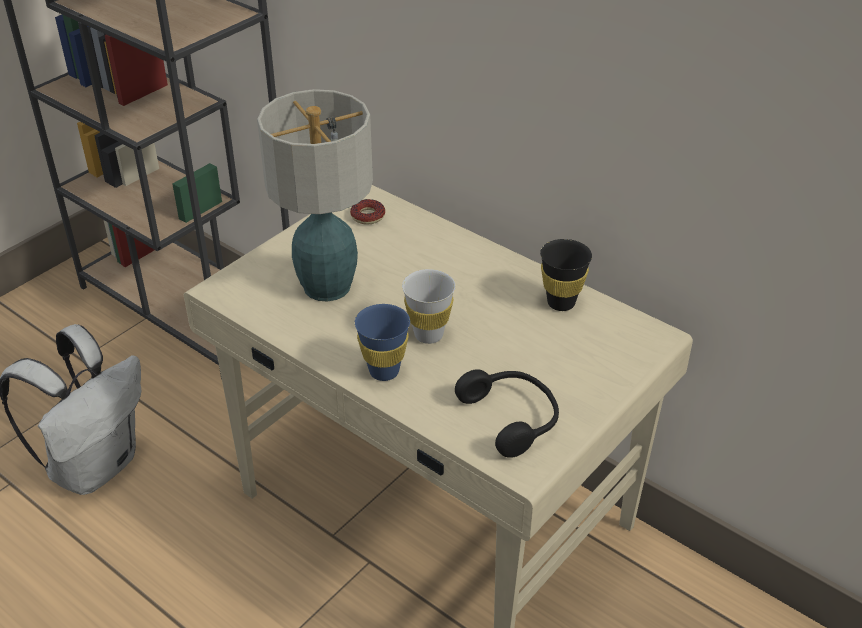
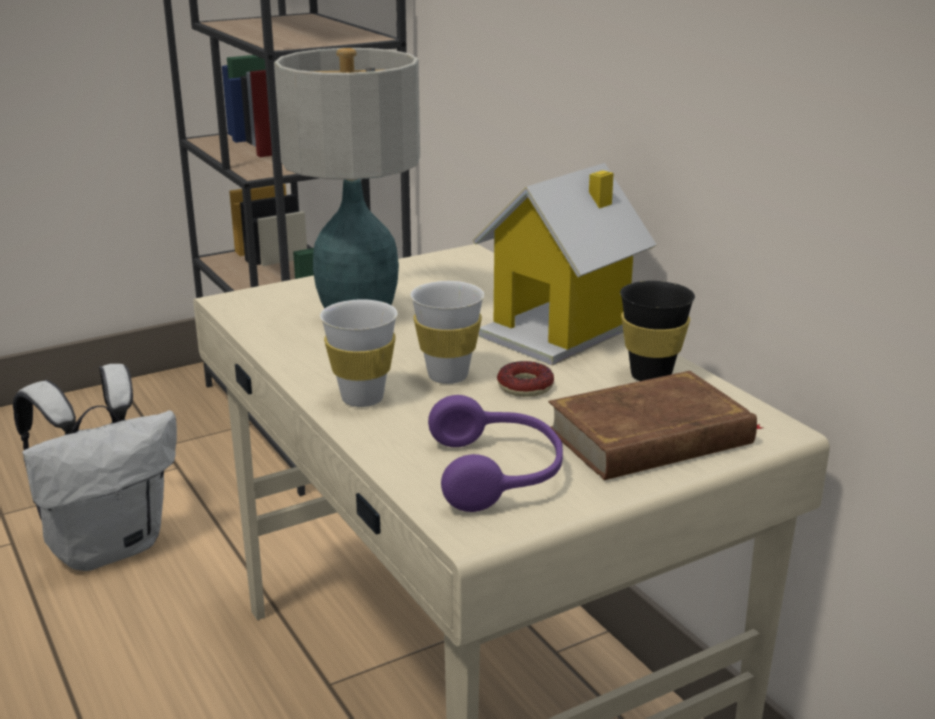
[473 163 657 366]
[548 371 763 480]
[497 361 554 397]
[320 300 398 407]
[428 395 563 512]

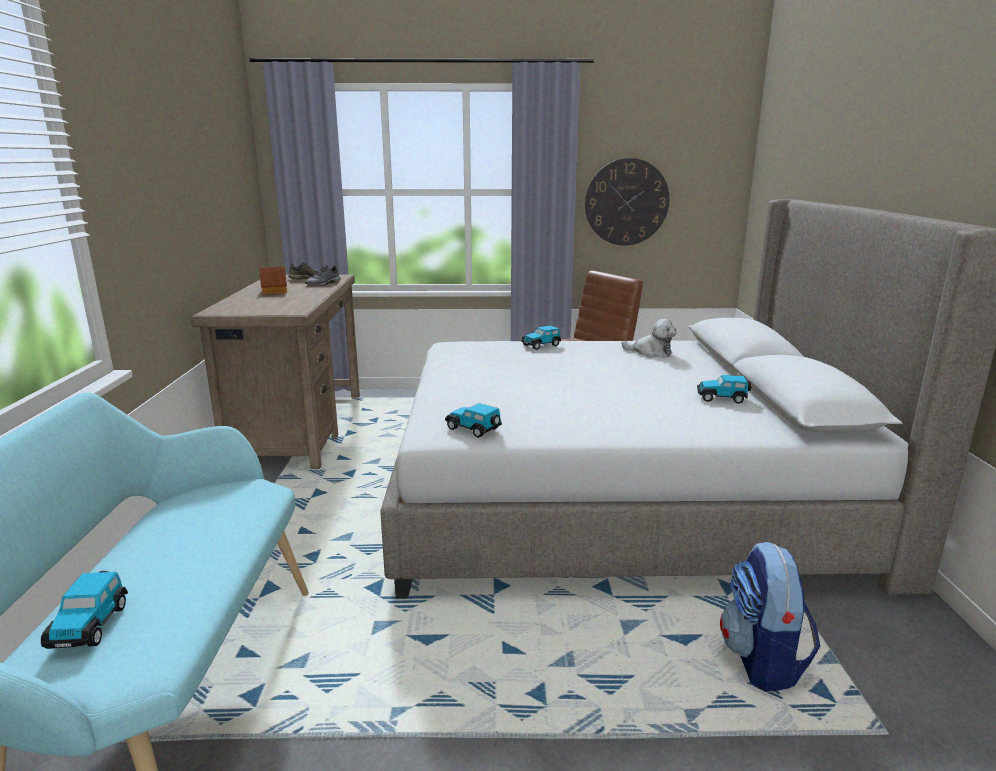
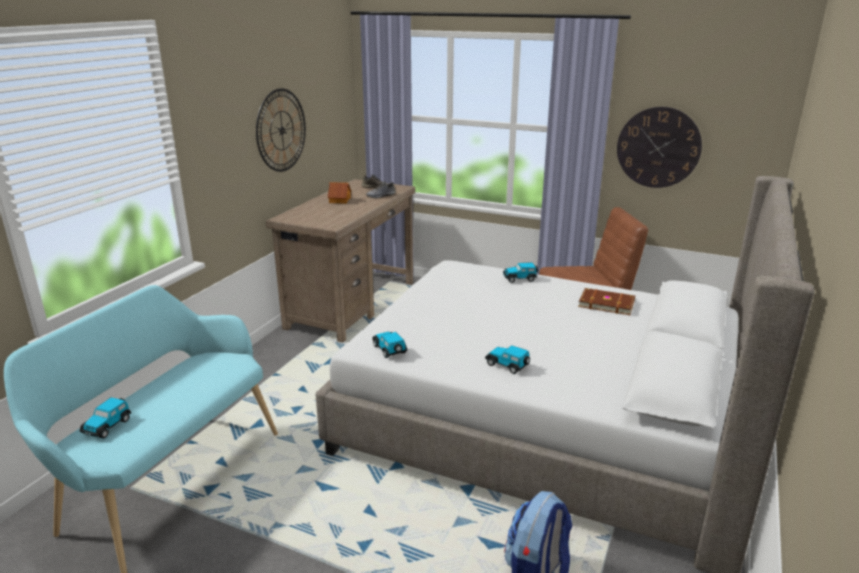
[256 88 306 172]
[485 345 530 374]
[578 288 635 315]

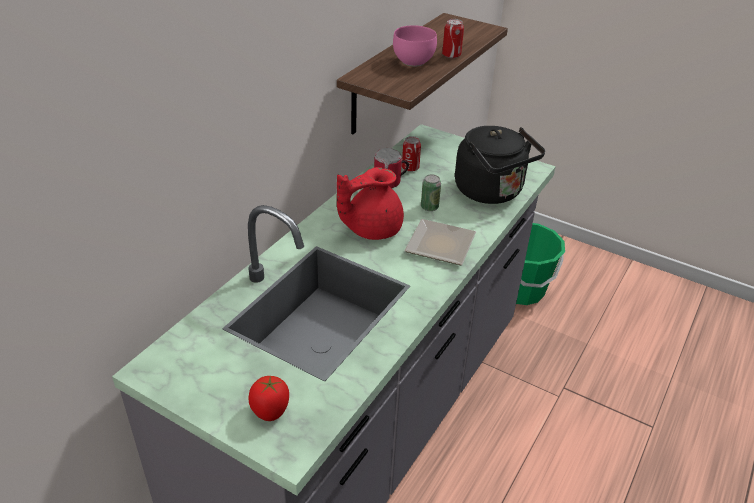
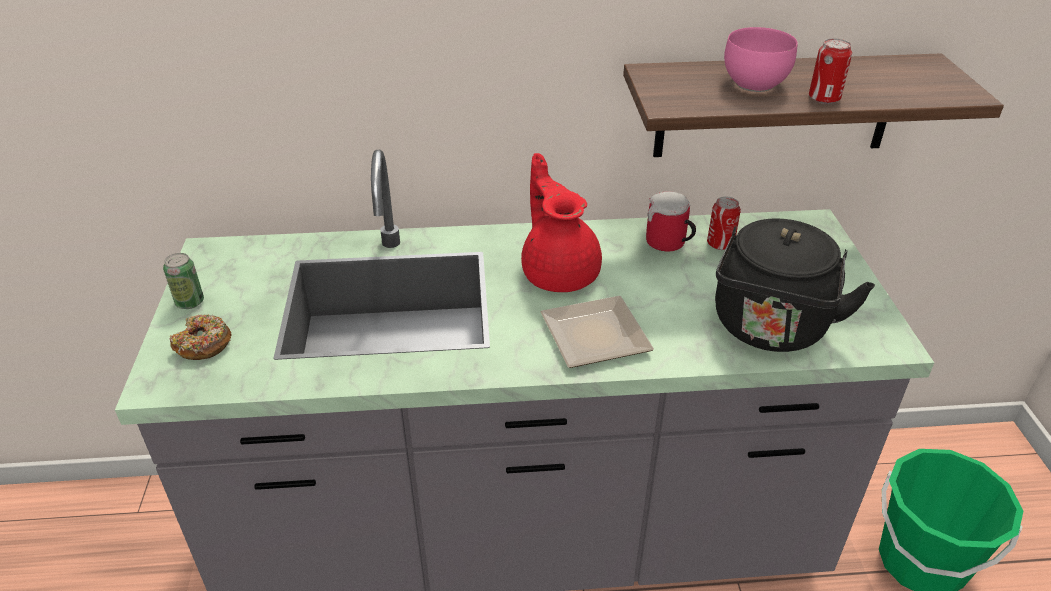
[163 253 204 309]
[169 314 232 360]
[521 153 602 292]

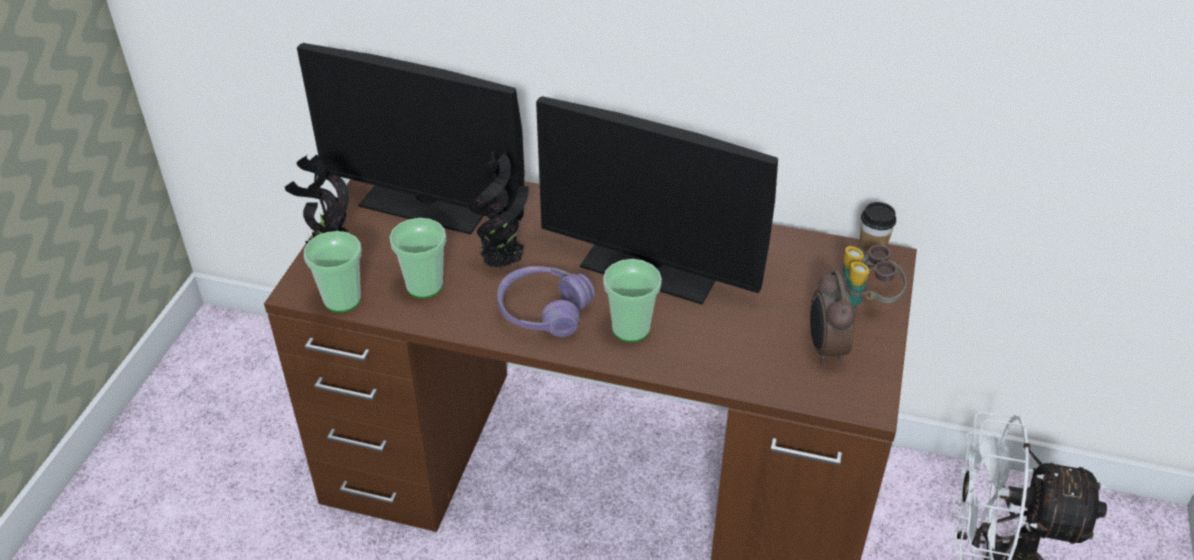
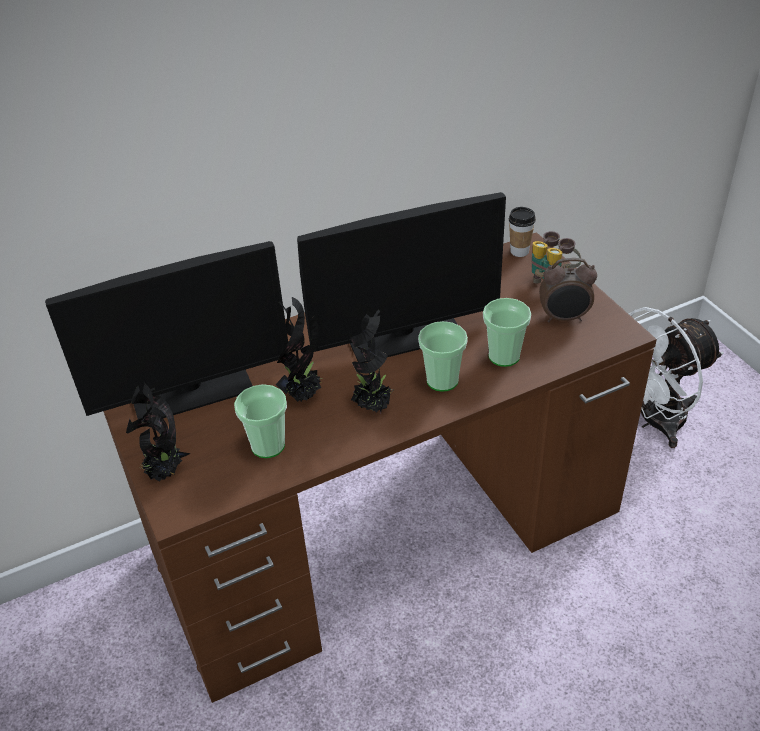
[483 298 531 367]
[350 310 394 413]
[539 258 597 322]

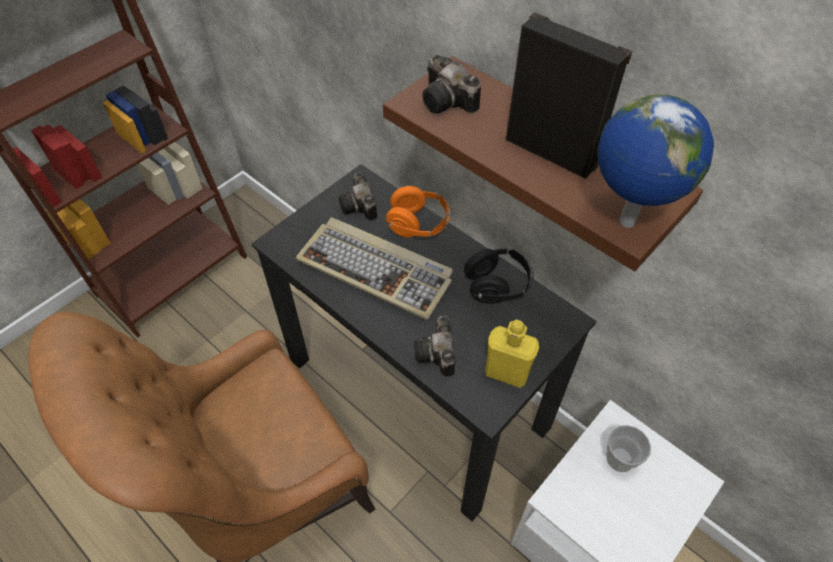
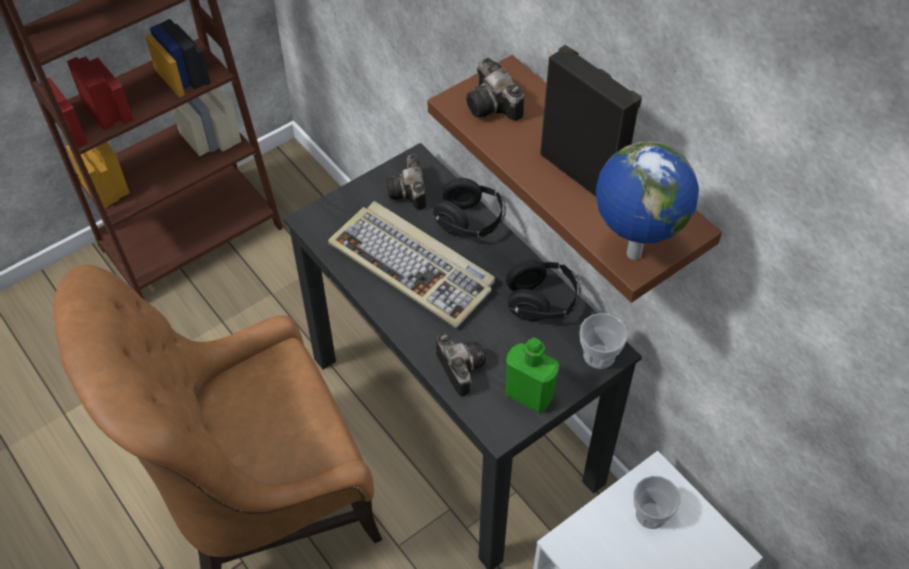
[580 313 628 369]
[433 178 506 238]
[506 337 559 413]
[436 334 486 397]

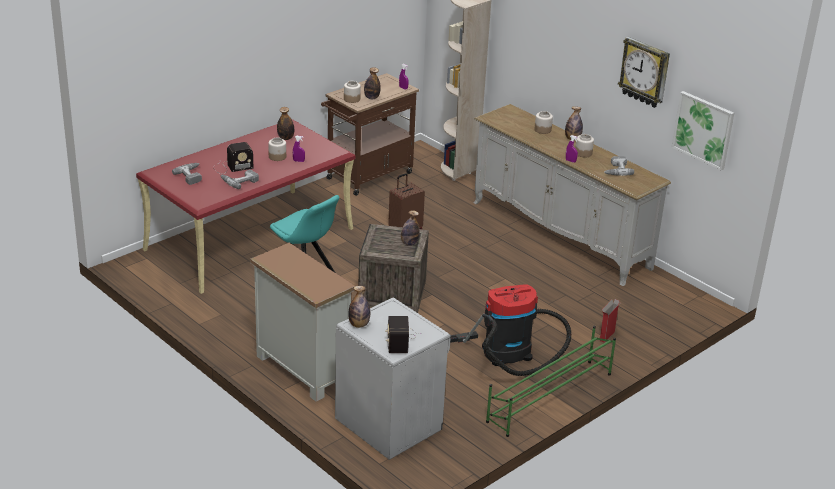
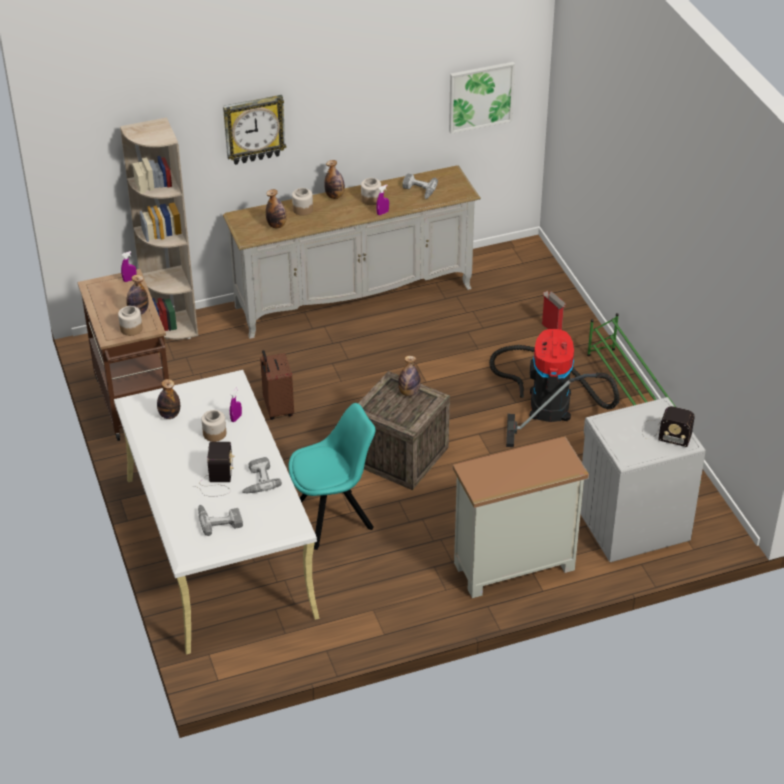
[266 189 286 228]
[223 95 286 165]
[114 370 319 654]

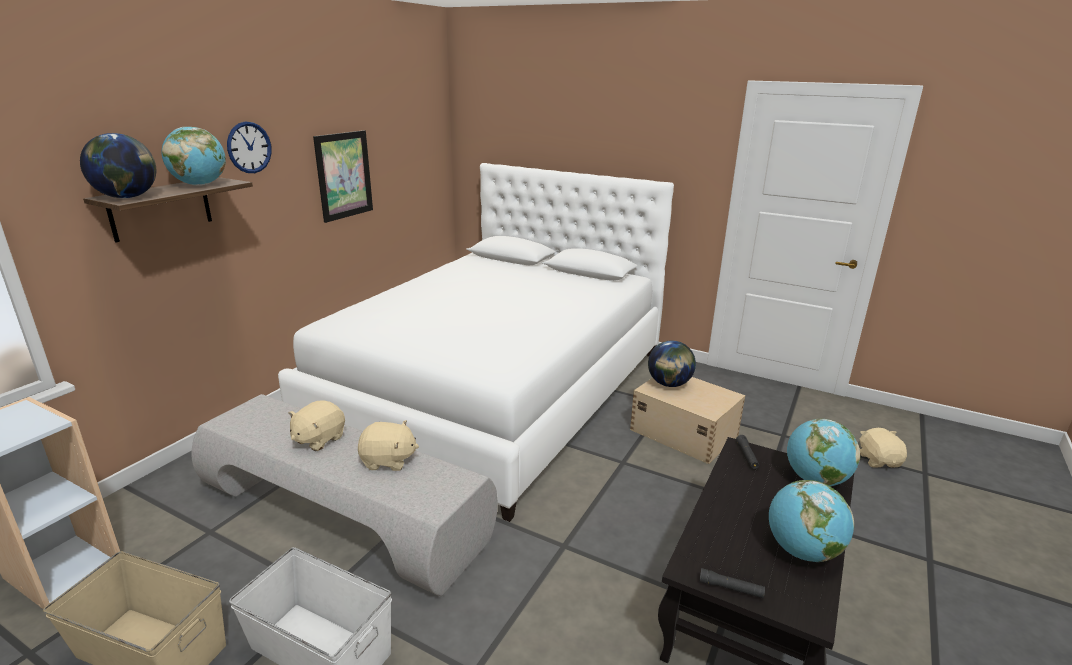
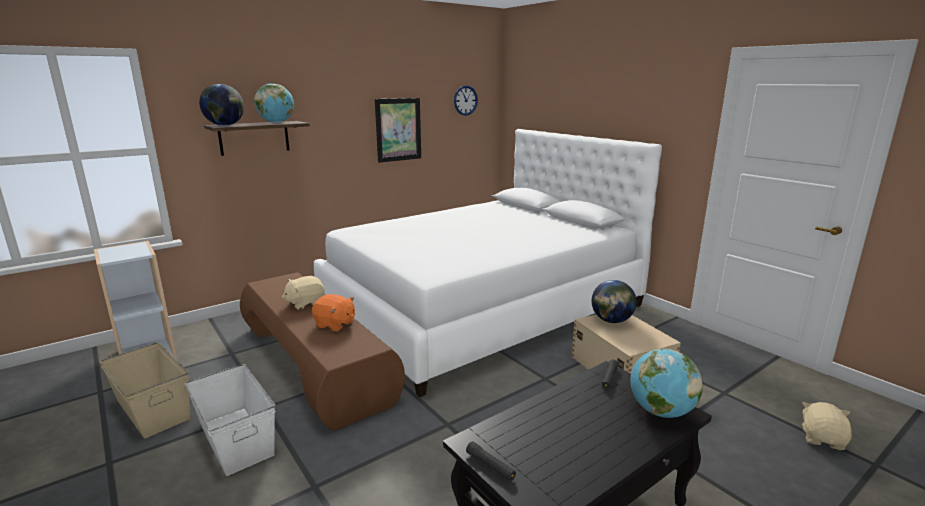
[769 480 854 562] (first image)
[454 85 478 116]
[240 272 405 431]
[312 294 355 332]

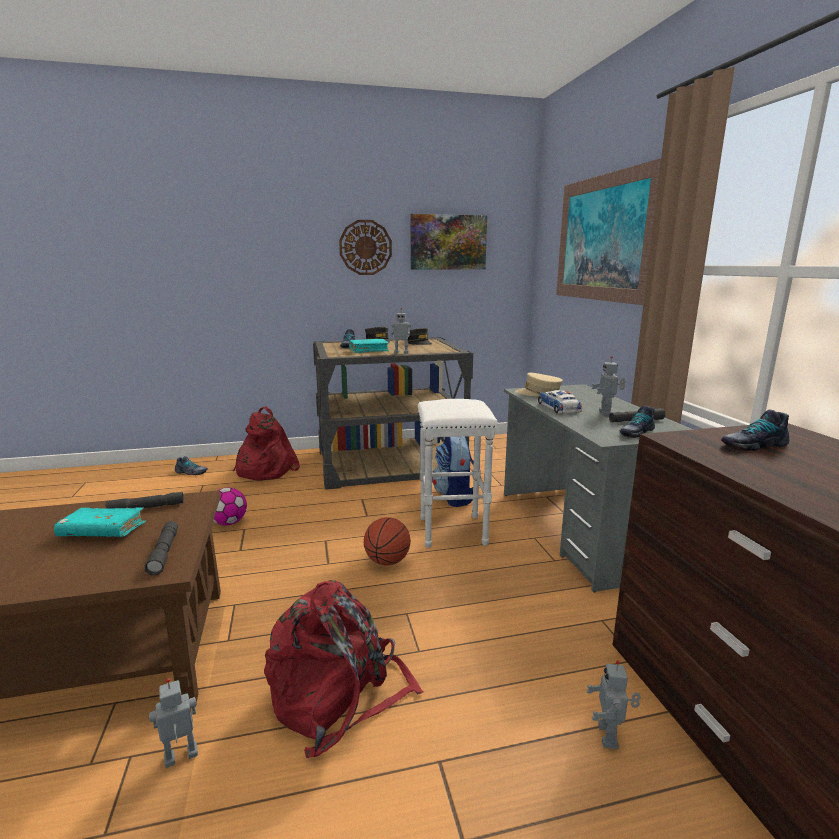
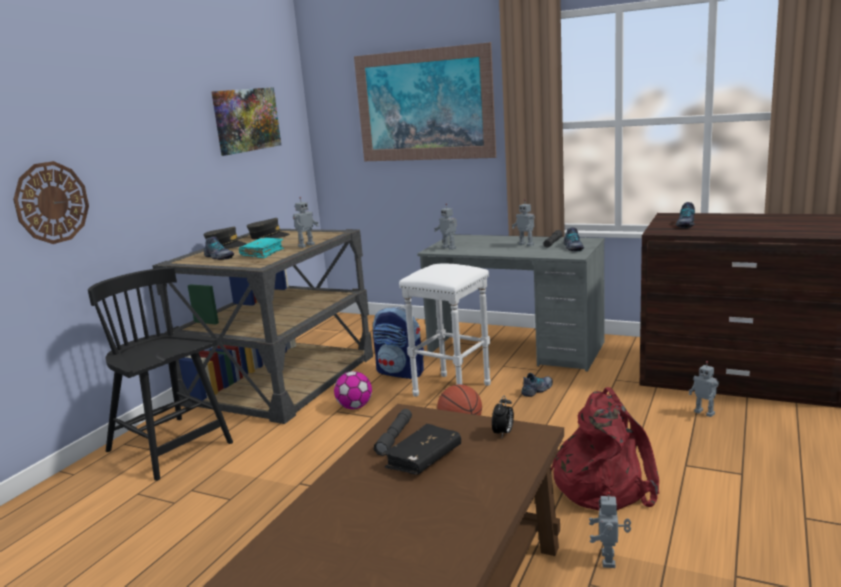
[538 390 582 414] (first image)
[521 373 553 397]
[334 371 372 409]
[13 161 89 244]
[492 395 514 437]
[88 268 233 481]
[434 203 457 250]
[382 424 461 475]

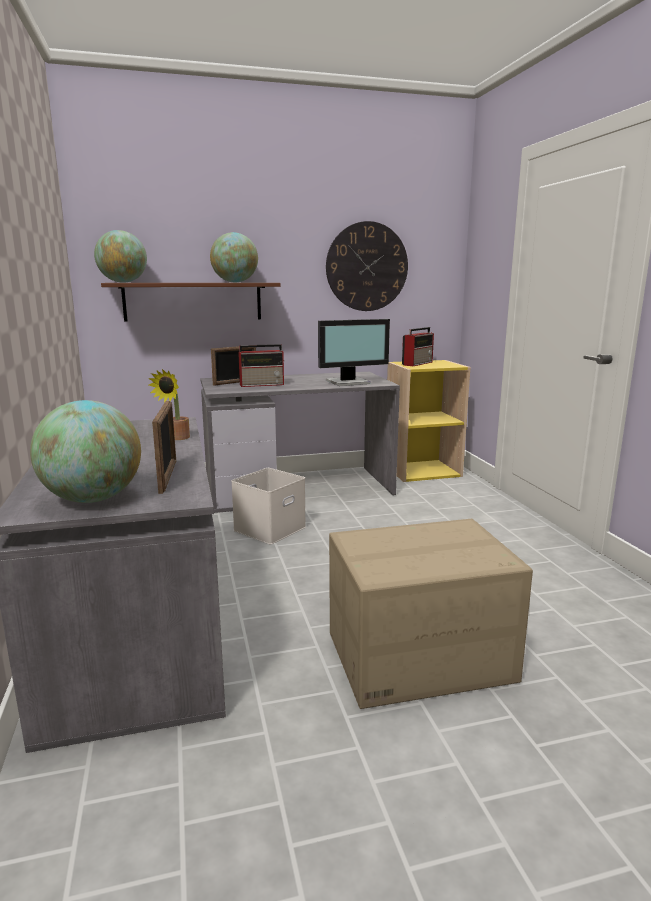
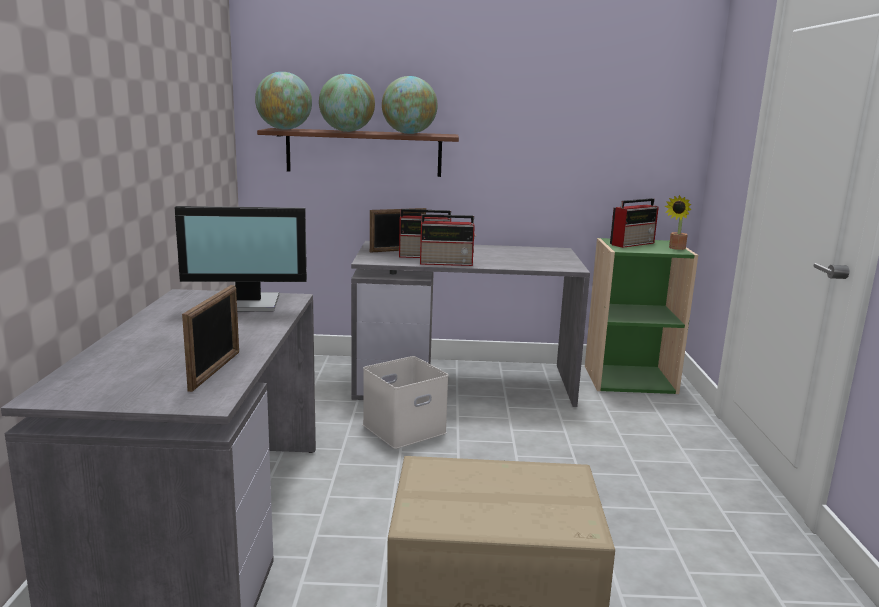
[326 221 408 311] (first image)
[420 214 476 266]
[319 74 375 132]
[664 195 692 250]
[174 206 307 311]
[585 238 698 394]

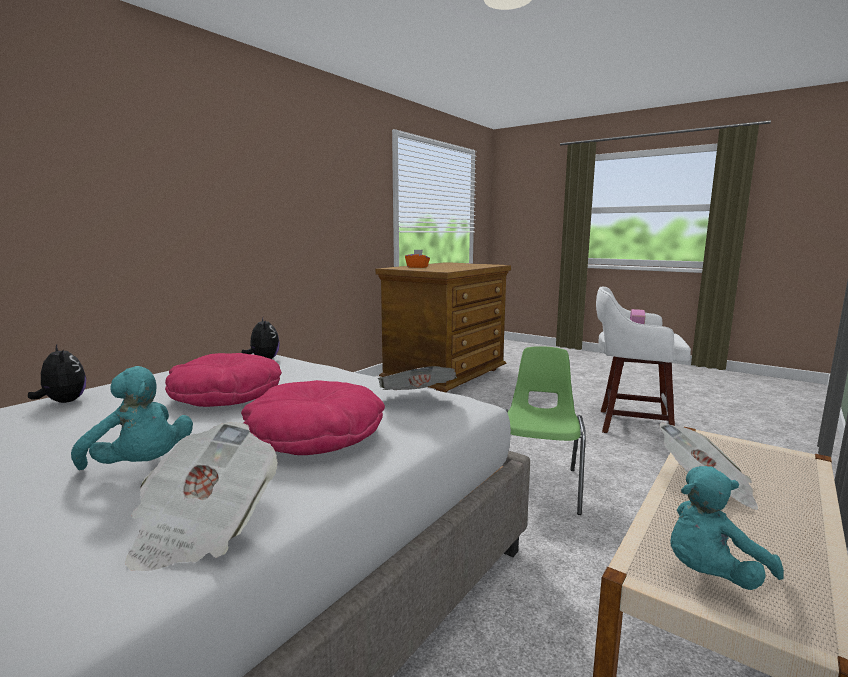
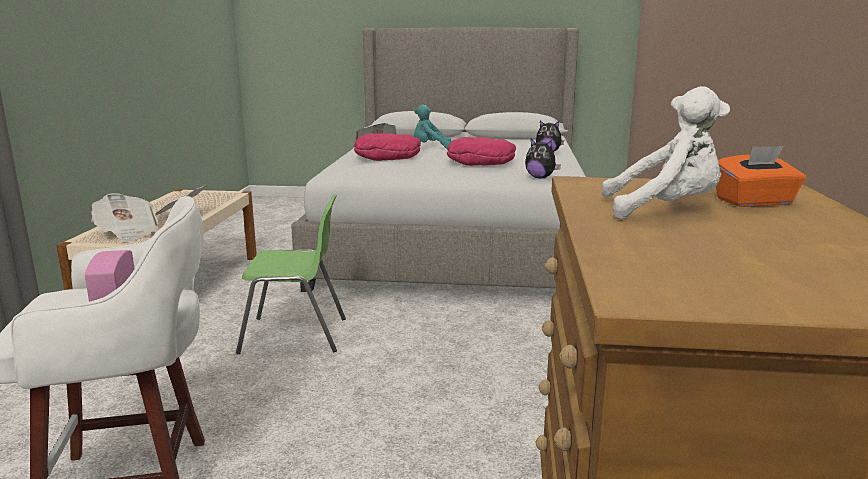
[671 466 784 590] (first image)
[601 86 730 219]
[91 193 159 243]
[236 194 346 354]

